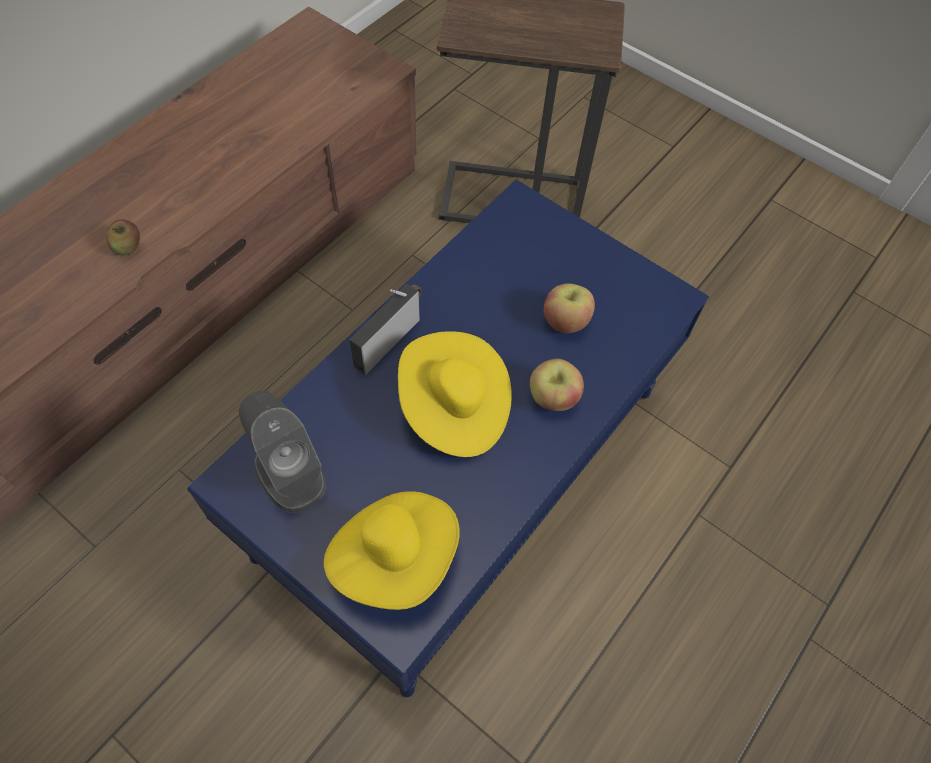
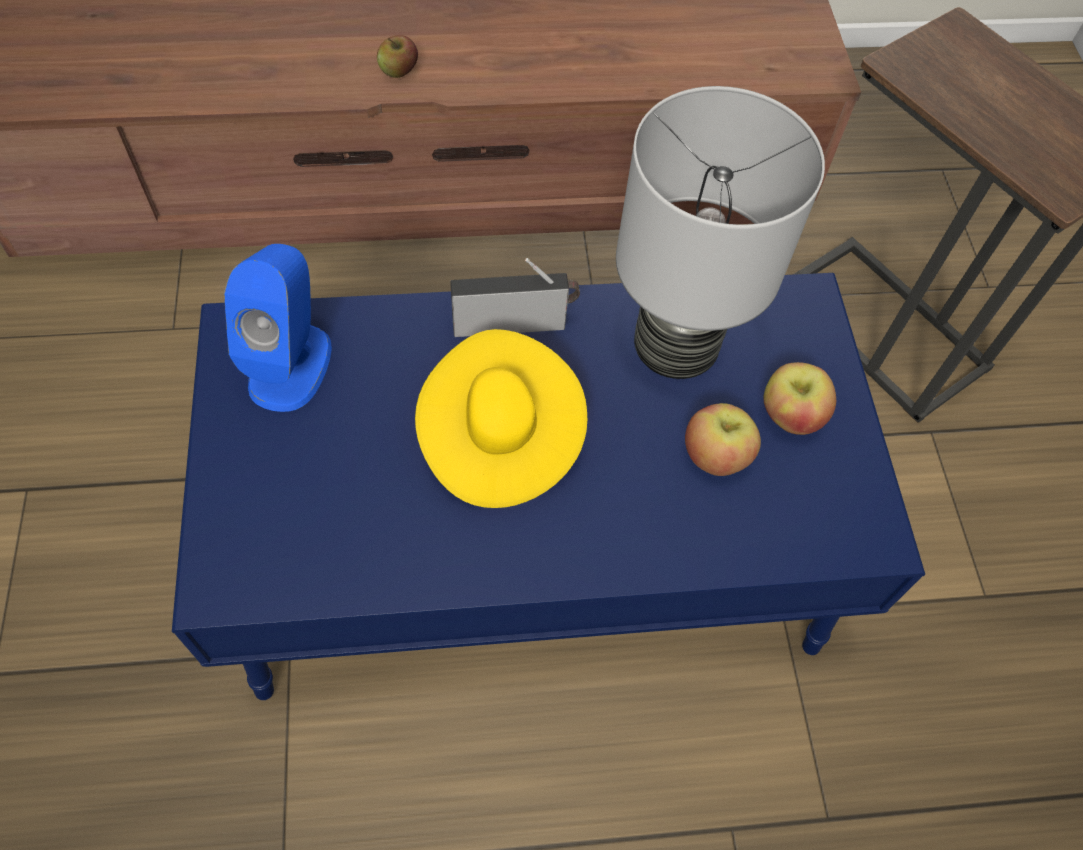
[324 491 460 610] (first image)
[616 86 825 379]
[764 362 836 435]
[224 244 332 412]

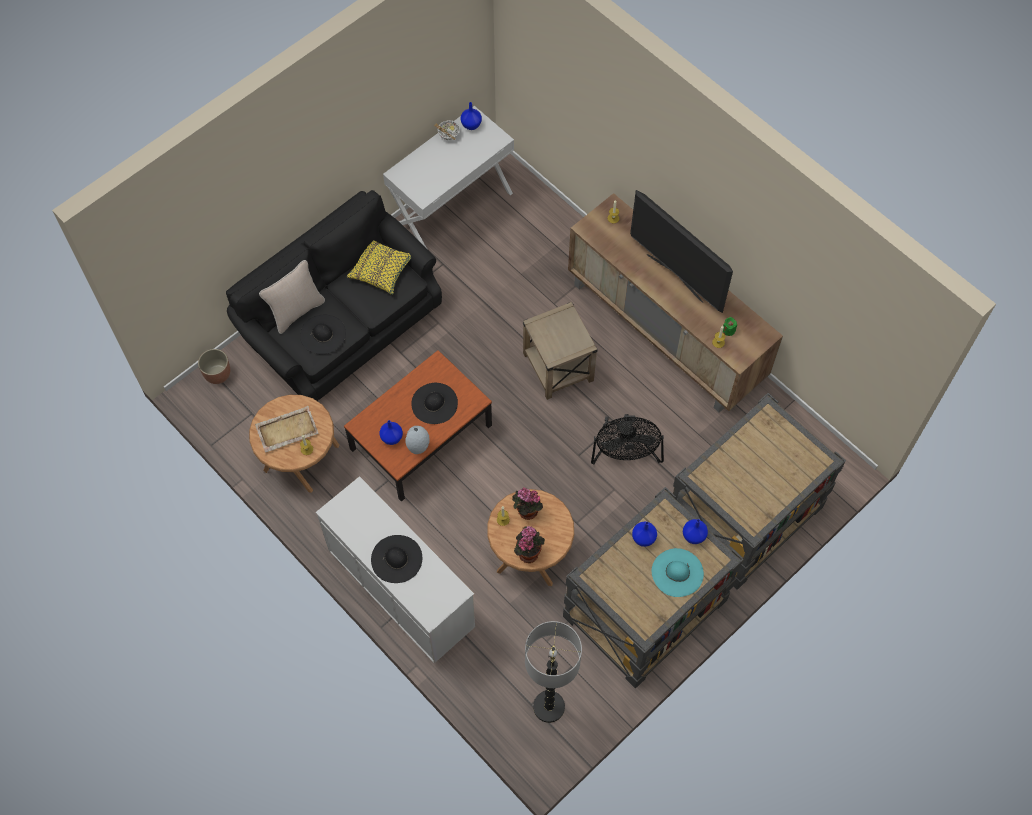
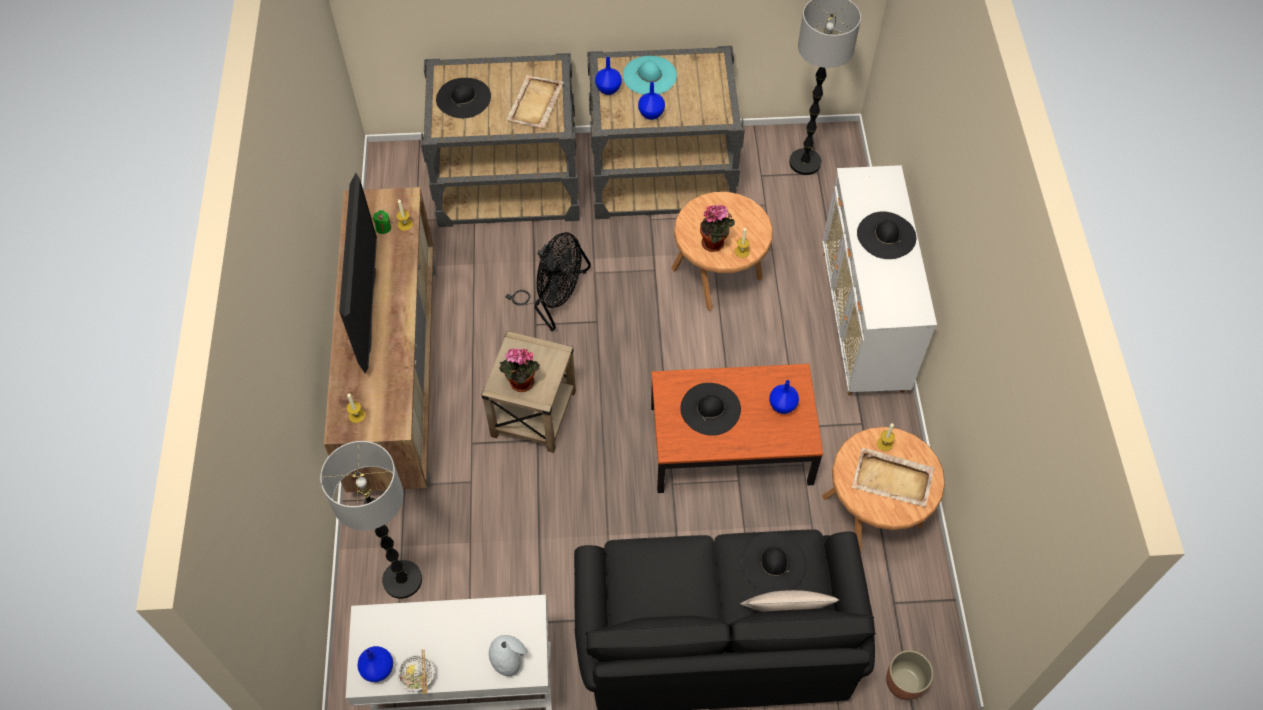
[346 240 411 295] (first image)
[320 441 422 599]
[436 78 491 118]
[506 75 563 128]
[489 635 528 676]
[500 348 540 392]
[505 232 591 332]

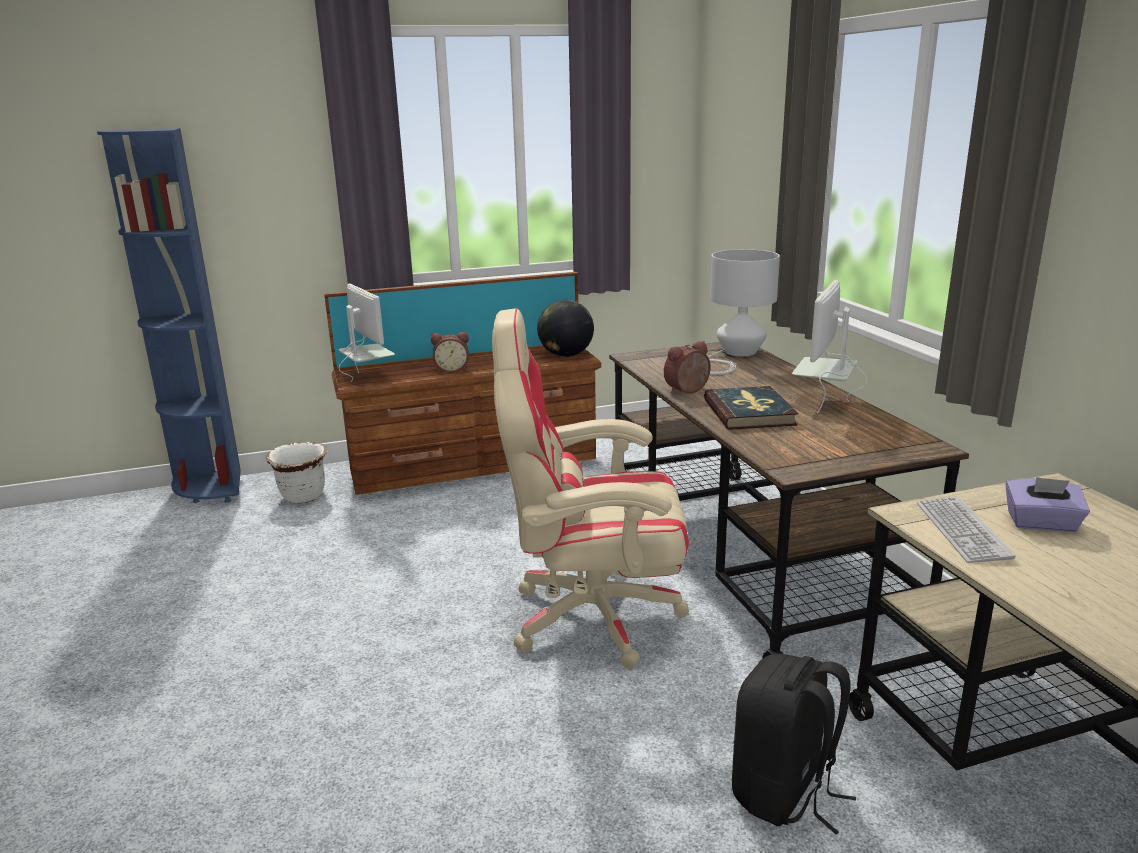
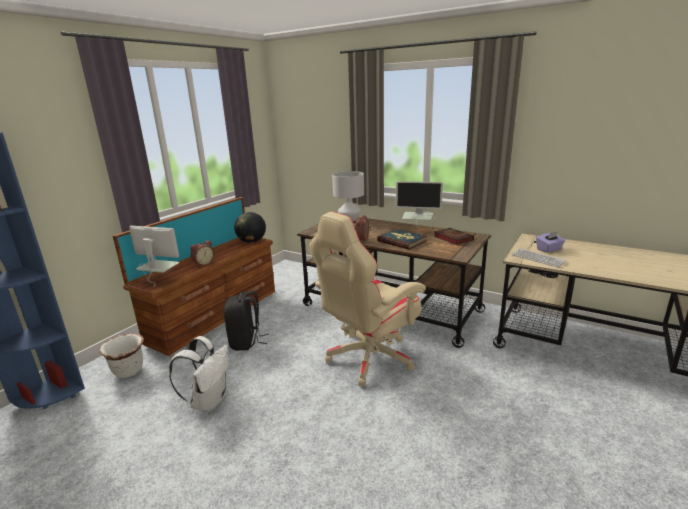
[169 336 229 412]
[434 228 474 245]
[223 291 269 351]
[396 181 443 230]

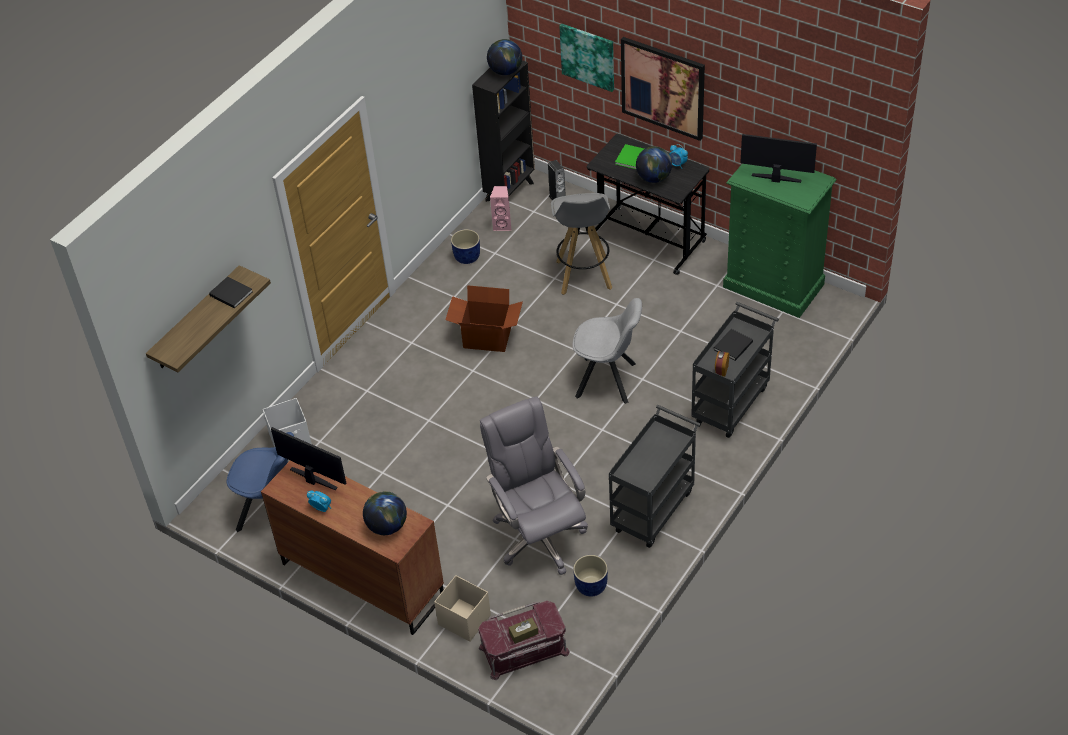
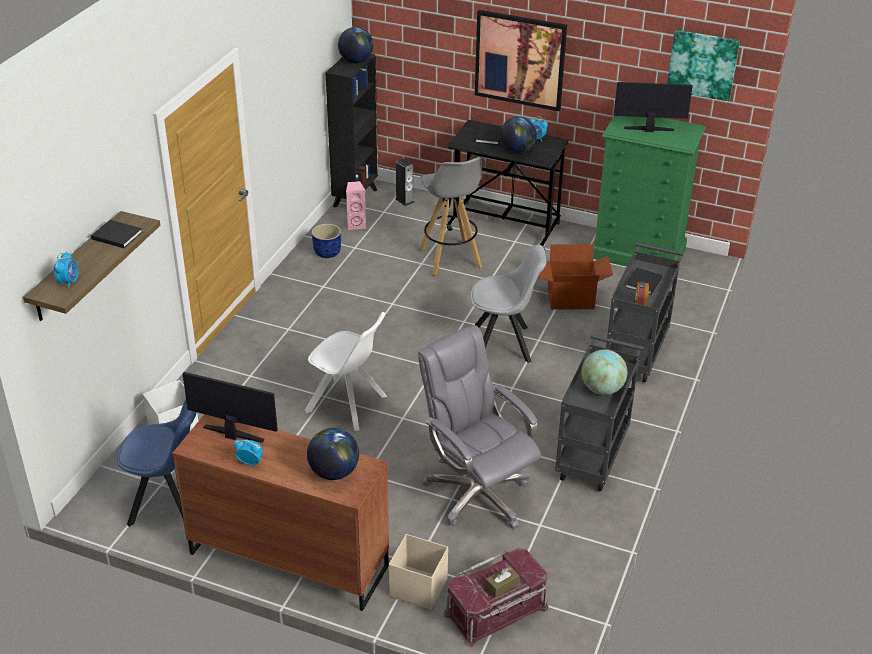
[573 555 608 596] (first image)
[54 251 78 289]
[305 312 387 431]
[582 349 628 395]
[538 244 613 309]
[667 30 740 101]
[475 126 501 145]

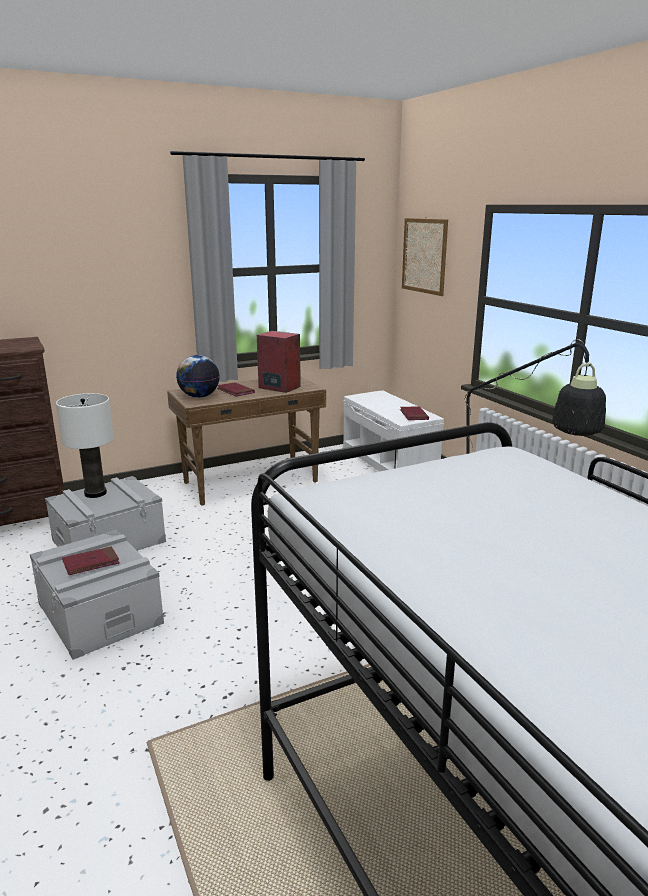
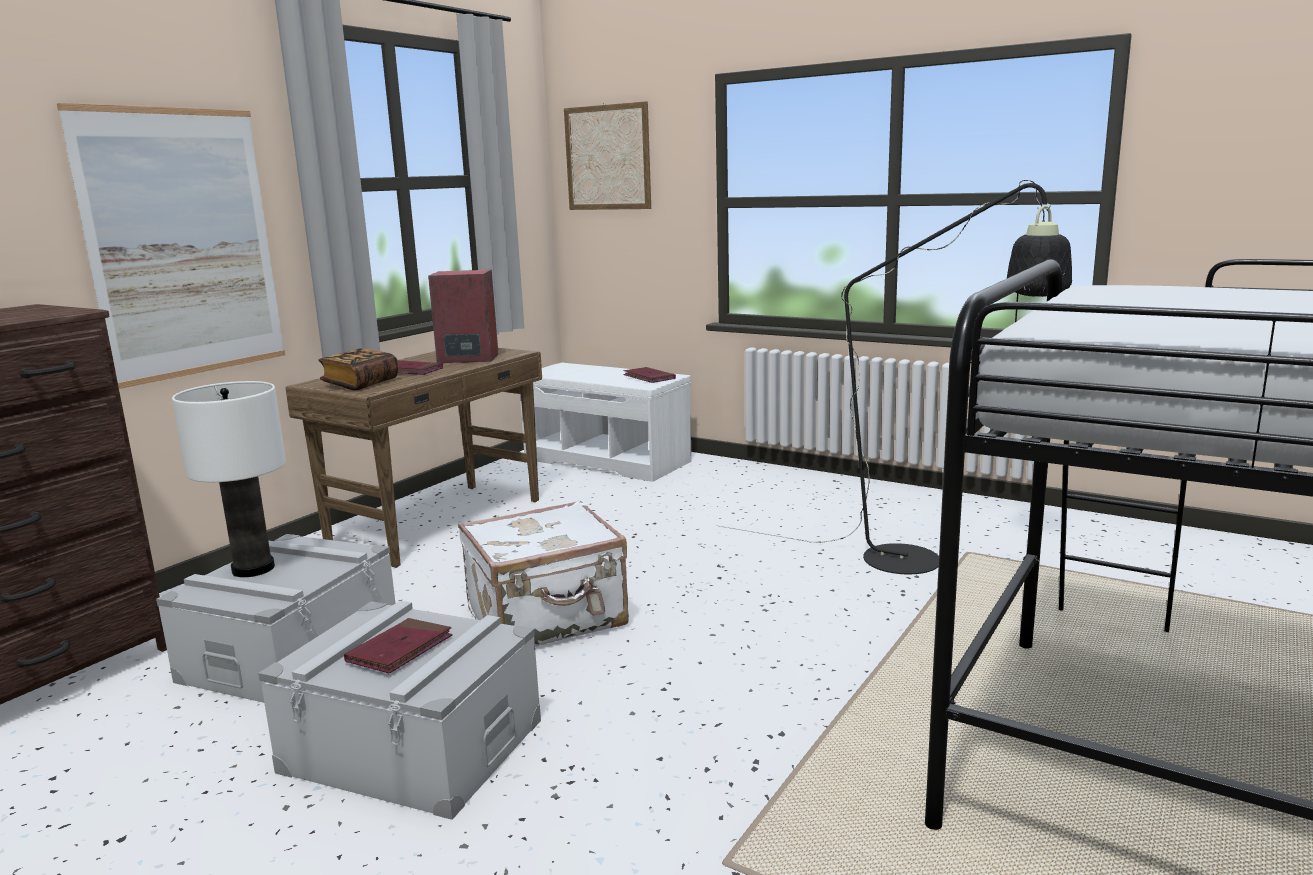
[57 103 285 389]
[458 500 629 647]
[319 348 398 390]

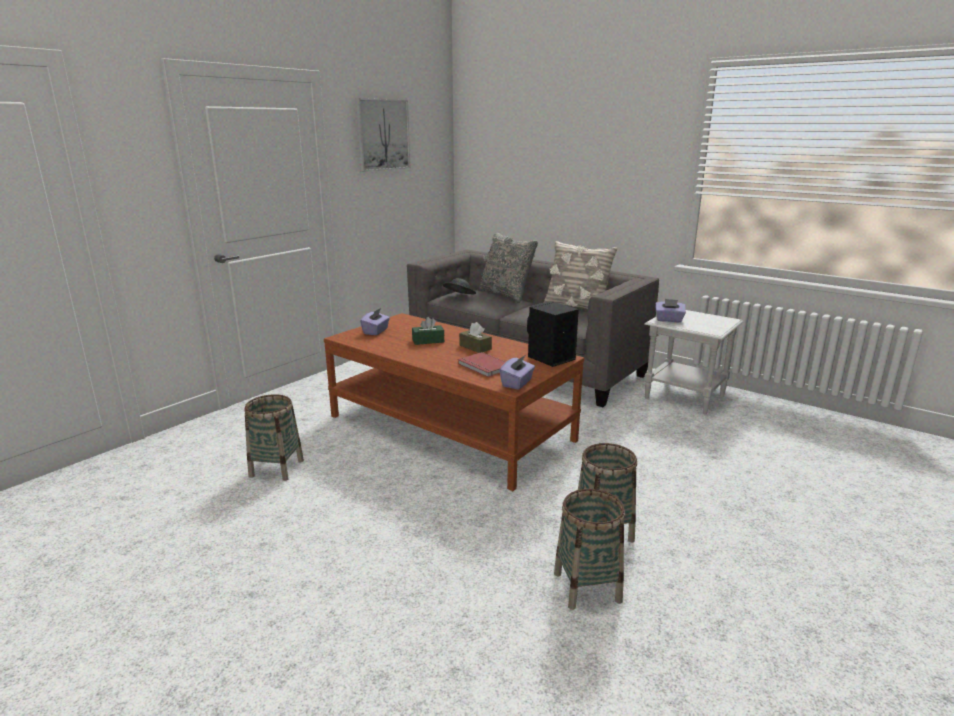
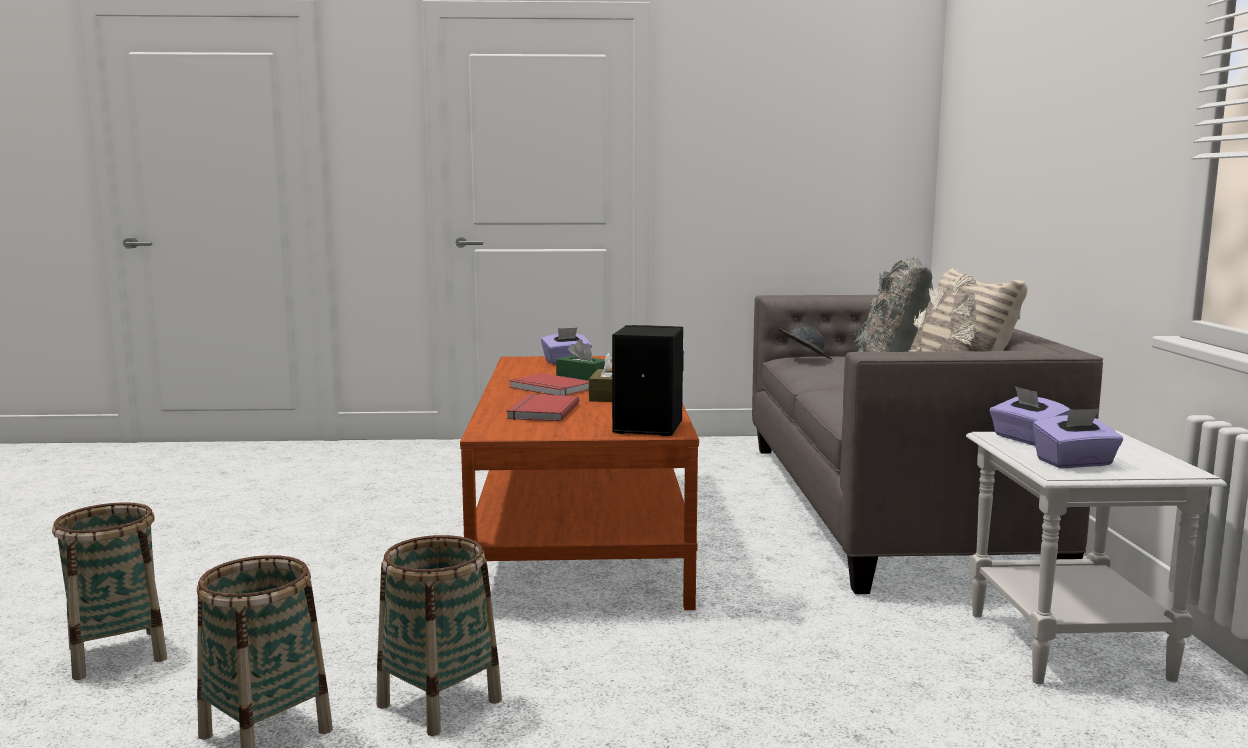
[356 98 410 172] (first image)
[509 373 589 396]
[52 502 167 680]
[1032 408 1123 468]

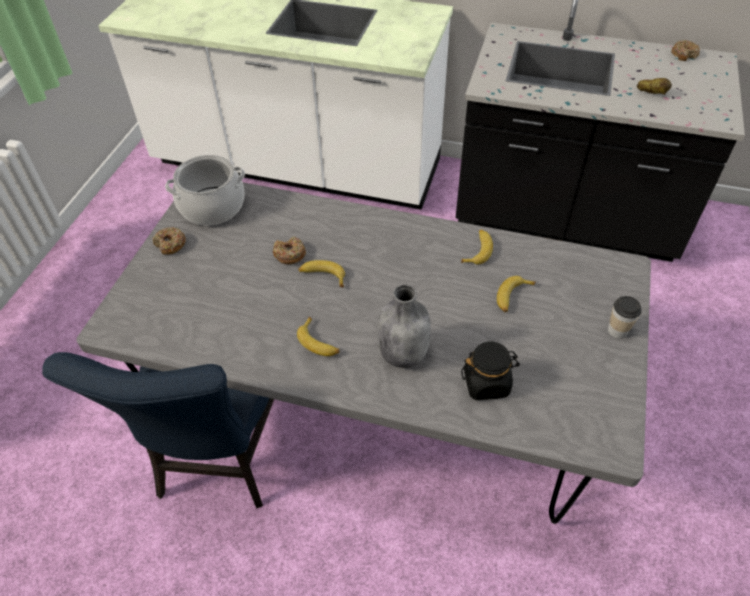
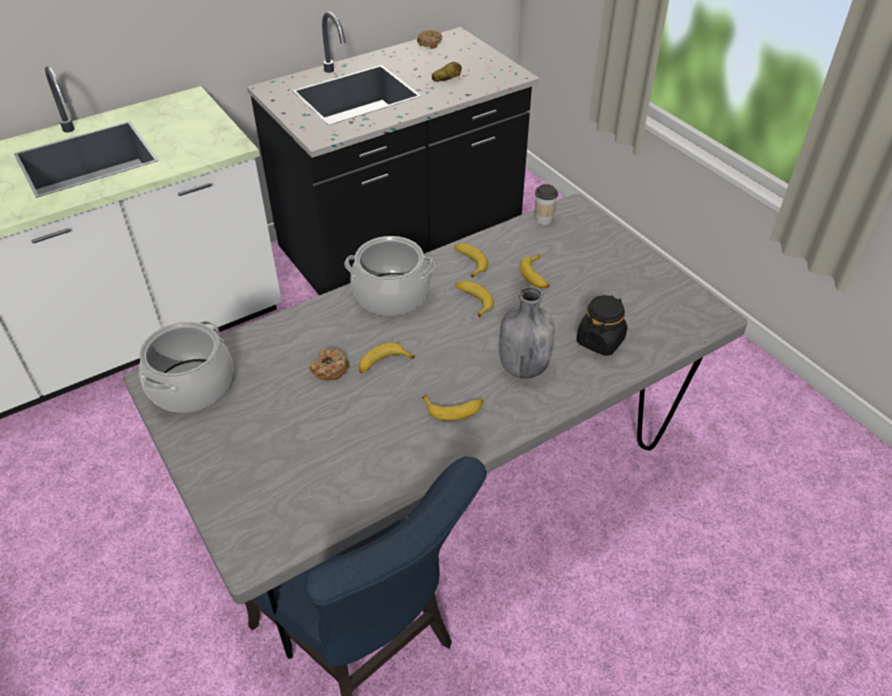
[152 227 186 255] (first image)
[345 236 435 316]
[455 281 494 317]
[535 184 558 225]

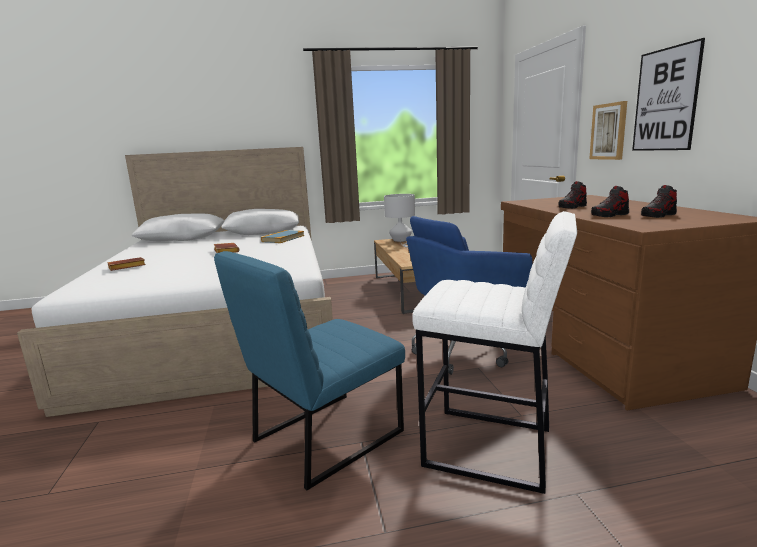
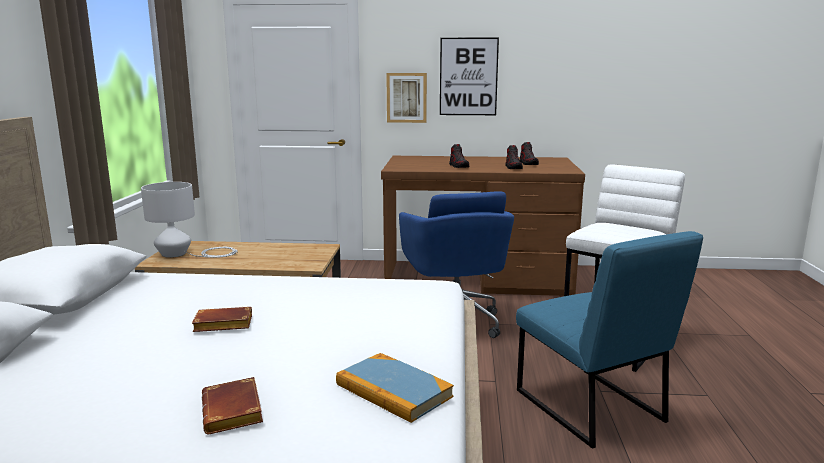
[336 353 454 423]

